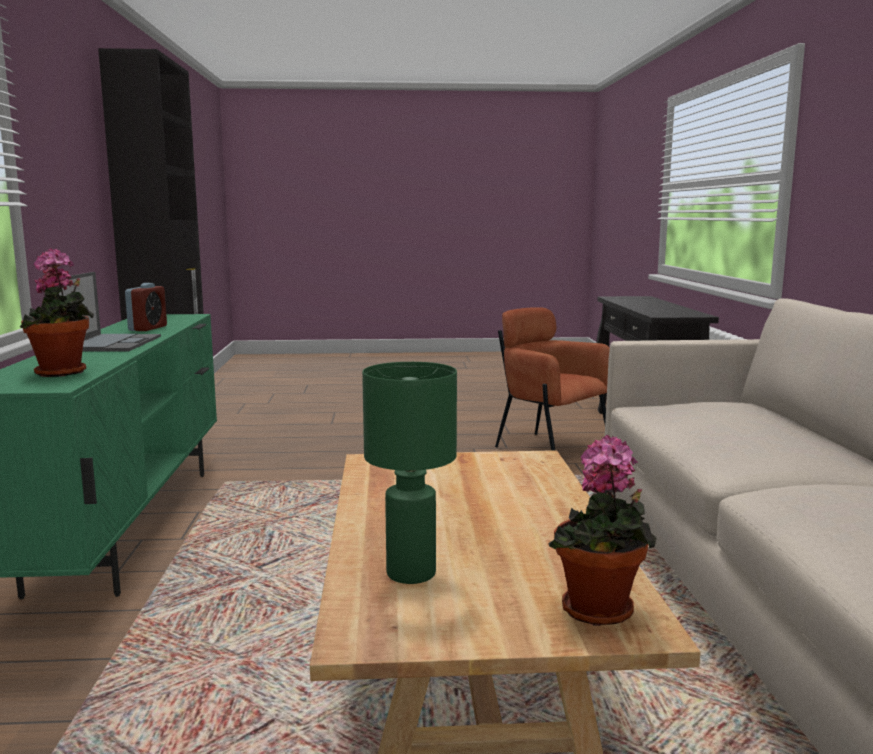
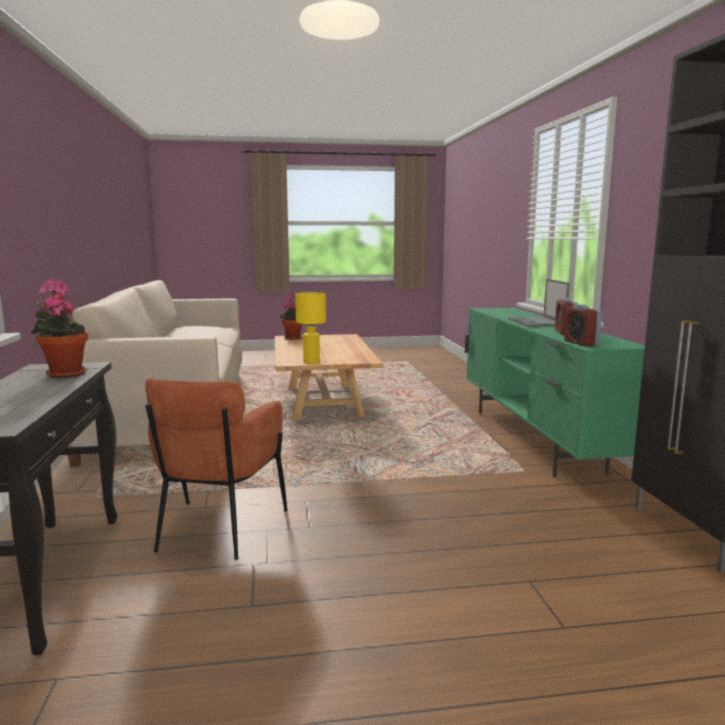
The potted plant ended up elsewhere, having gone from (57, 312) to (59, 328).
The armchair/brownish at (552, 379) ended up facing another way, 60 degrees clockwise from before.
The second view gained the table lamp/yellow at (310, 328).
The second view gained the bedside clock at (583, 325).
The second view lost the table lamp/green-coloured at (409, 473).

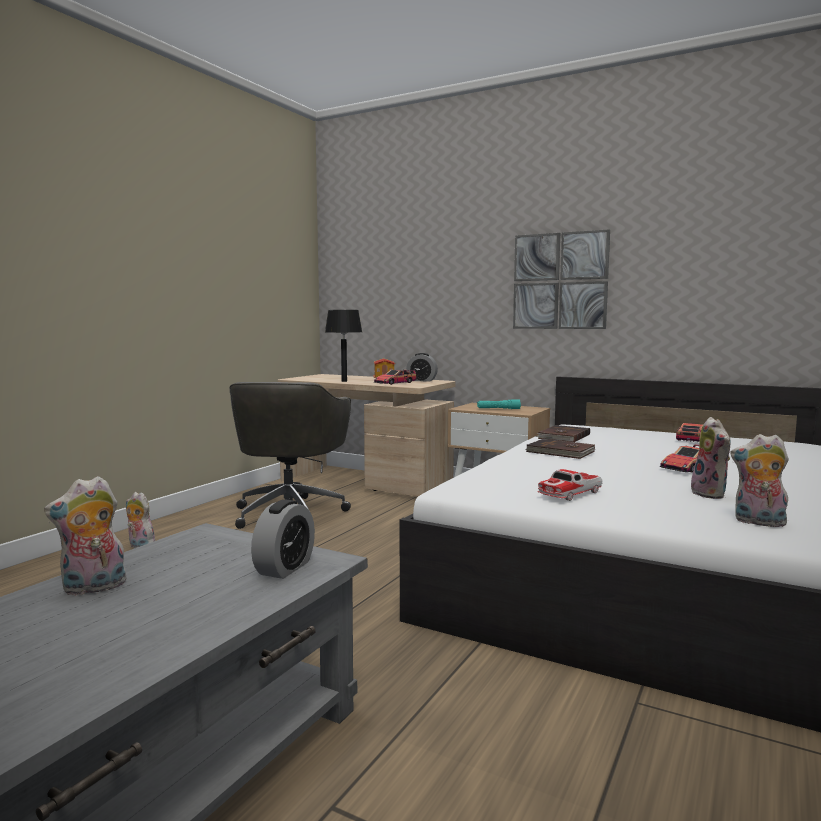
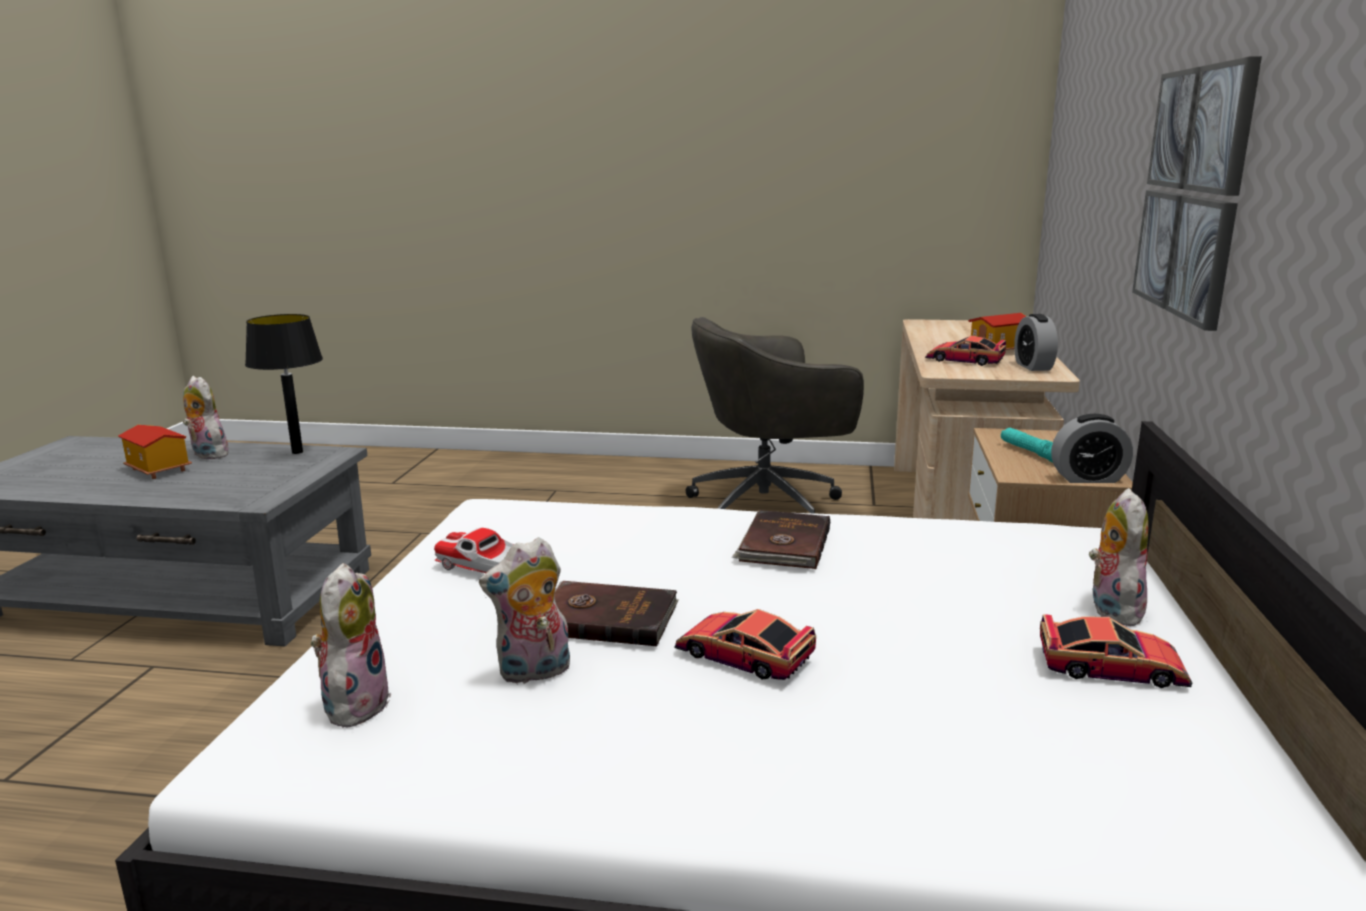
The second view gained the miniature house at (155, 452).
The table lamp/blackish ended up elsewhere, having gone from (343, 346) to (284, 384).
The volume/brownish ended up elsewhere, having gone from (562, 433) to (616, 613).
The bedside clock ended up elsewhere, having gone from (283, 539) to (1092, 448).
The soft toy ended up elsewhere, having gone from (140, 520) to (1119, 557).

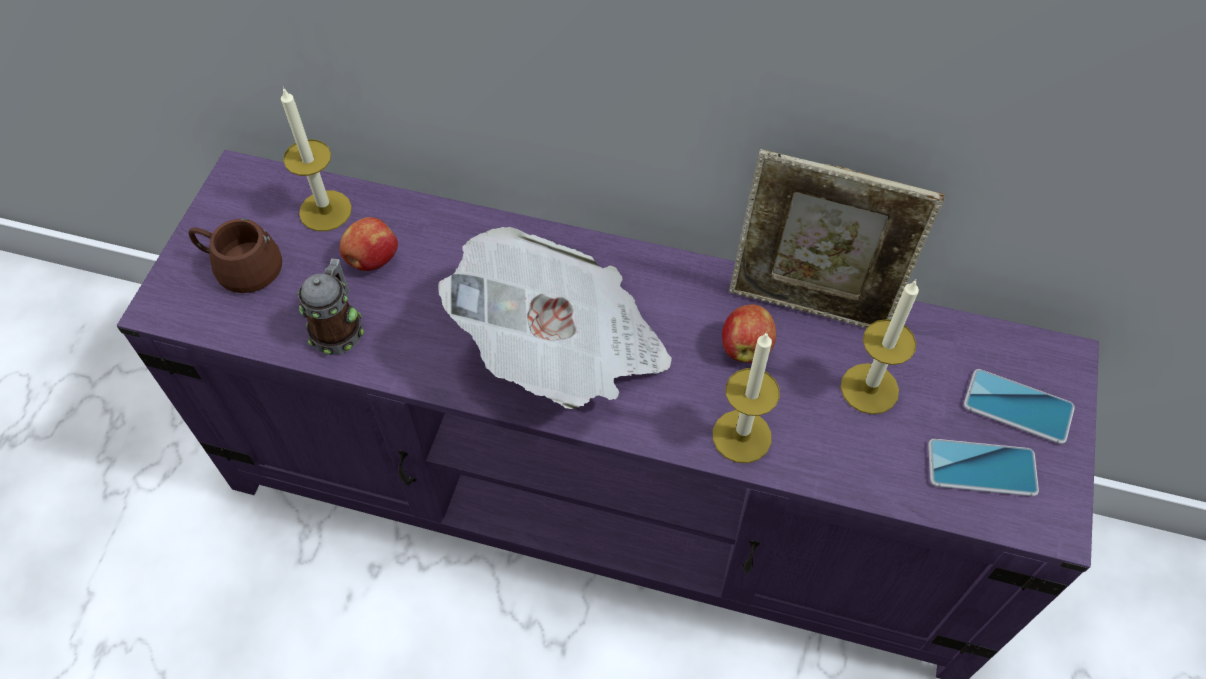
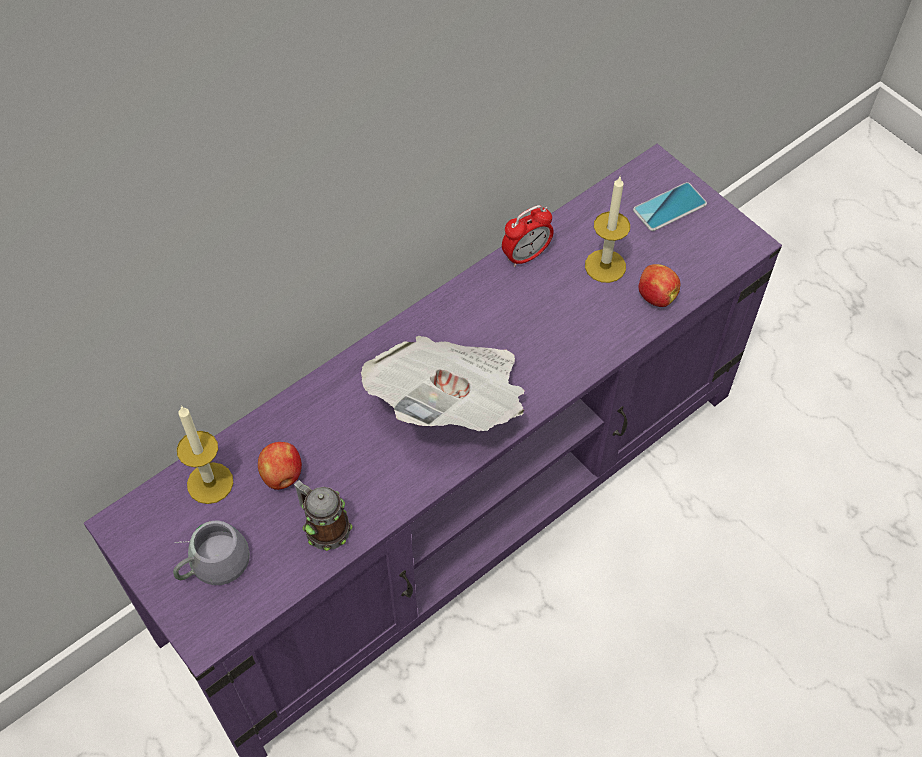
What was the coffee mug/brownish at (235, 256) turned into the coffee mug/gray at (211, 553).
Where the standing frame stood at (837, 238), the bedside clock came to stand at (528, 236).
The apple ended up elsewhere, having gone from (749, 333) to (659, 285).
The second view lost the candle at (746, 397).
The second view lost the handset at (983, 467).

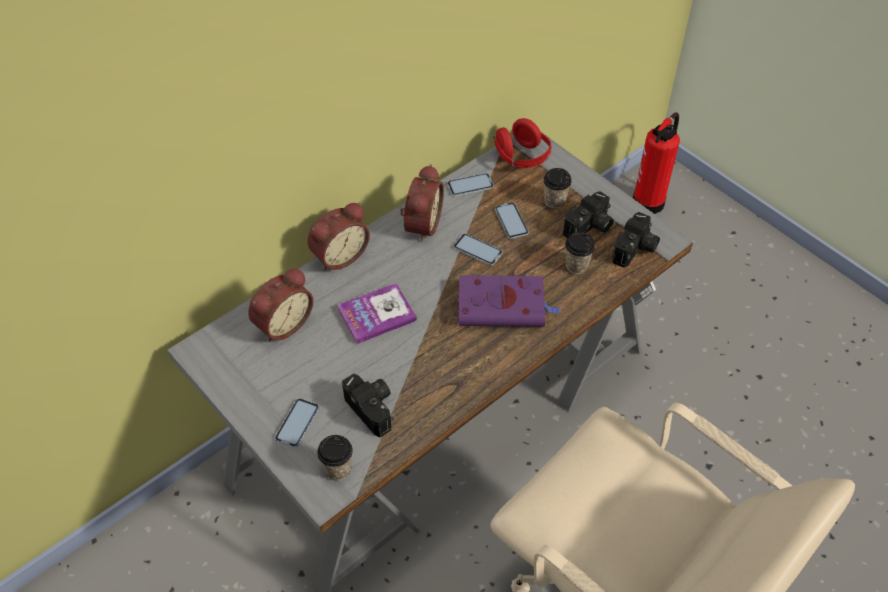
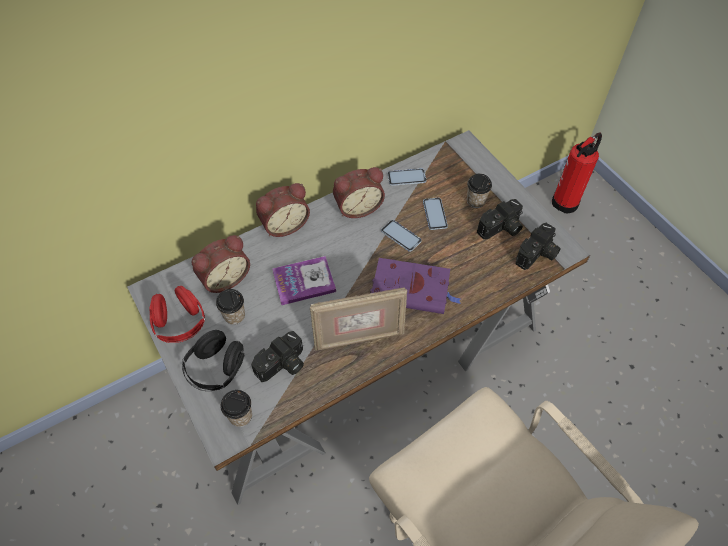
The headphones/red-coloured ended up elsewhere, having gone from (522, 143) to (177, 314).
Where the handset stood at (297, 423), the headphones/blackish came to stand at (213, 360).
The small cup ended up elsewhere, having gone from (580, 253) to (230, 307).
The still camera at (367, 405) ended up facing another way, 75 degrees clockwise from before.
The second view gained the standing frame at (358, 319).
The bedside clock at (422, 203) ended up facing another way, 45 degrees clockwise from before.

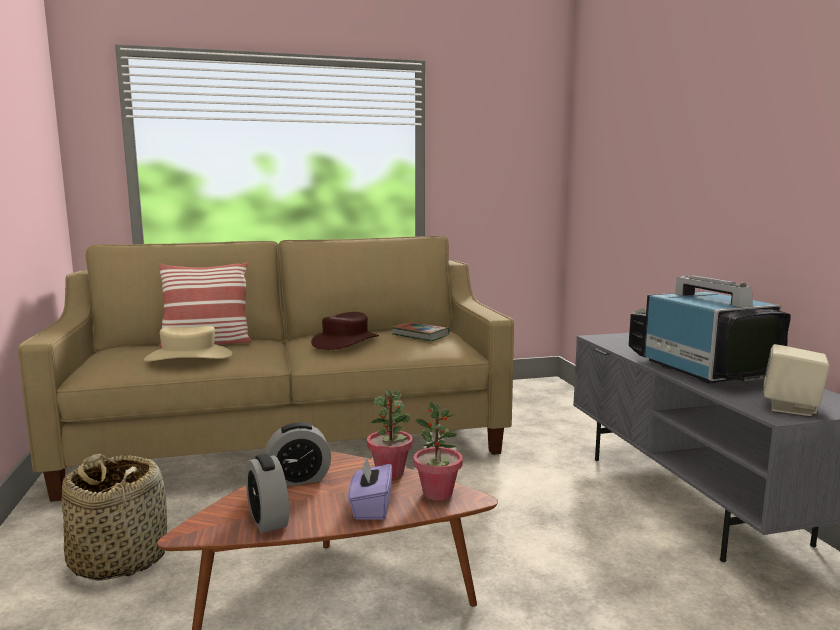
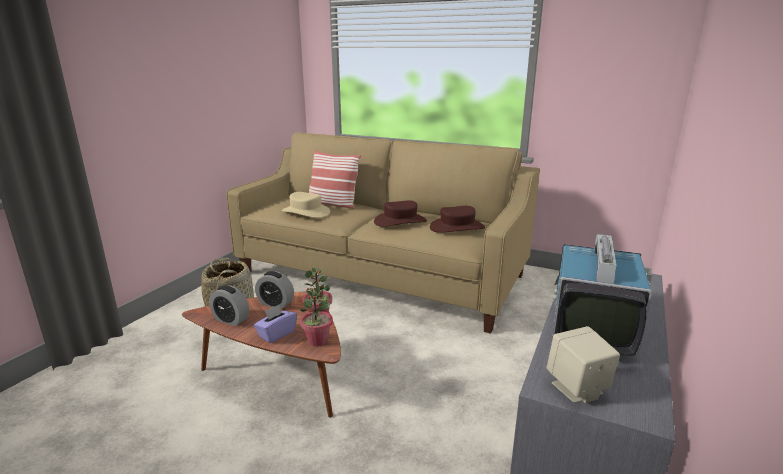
The bedside clock at (267, 493) ended up facing another way, 75 degrees counterclockwise from before.
Where the volume stood at (420, 331), the wearable hat/brownish came to stand at (457, 219).

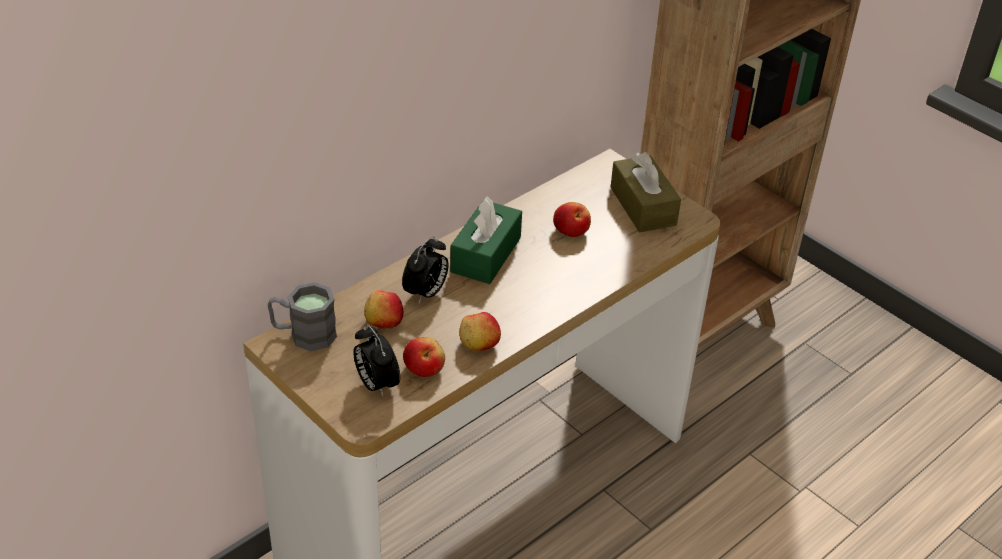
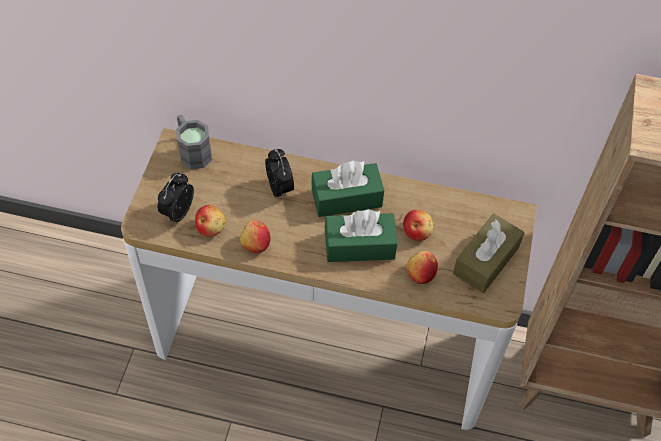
The bedside clock at (425, 269) ended up facing another way, 105 degrees counterclockwise from before.
The second view gained the box of tissues/green-coloured at (361, 235).
The apple ended up elsewhere, having gone from (383, 309) to (422, 267).

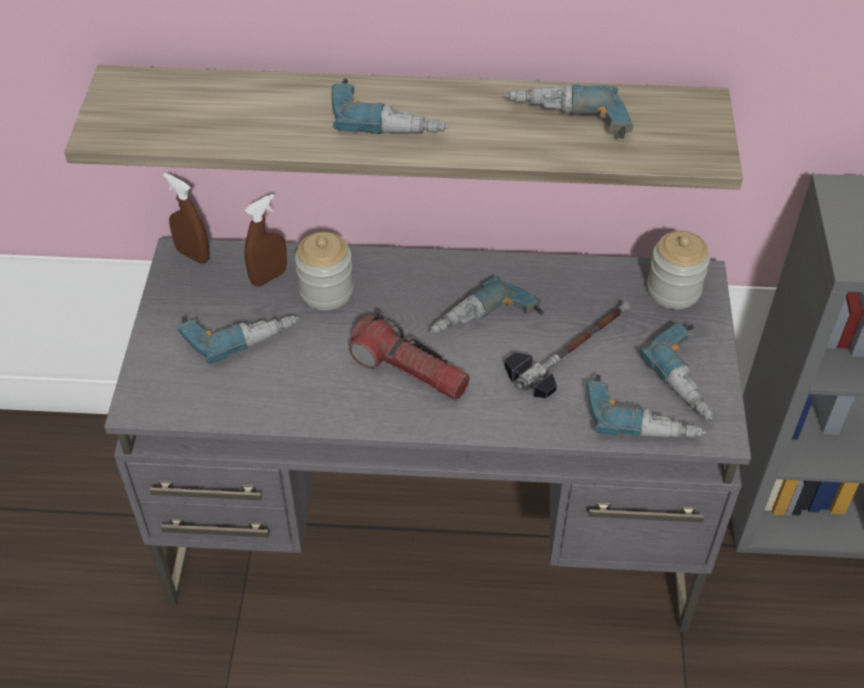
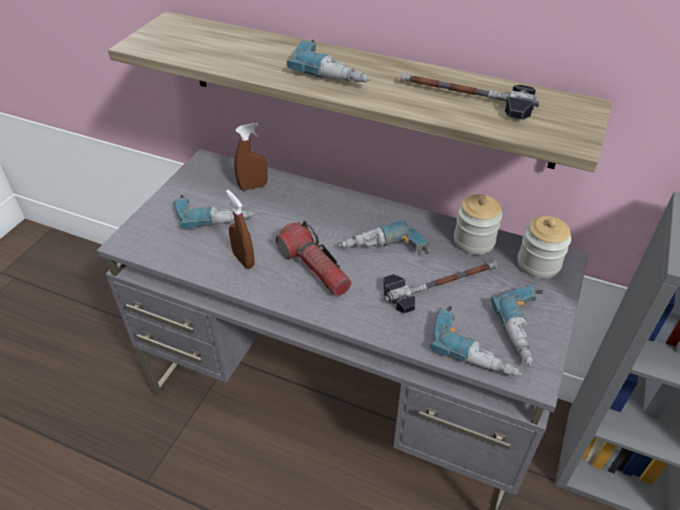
The sprayer/brownish ended up elsewhere, having gone from (186, 218) to (240, 229).
Where the electric drill stood at (569, 112), the hand hammer came to stand at (470, 96).
The preserve jar ended up elsewhere, having gone from (324, 271) to (478, 224).

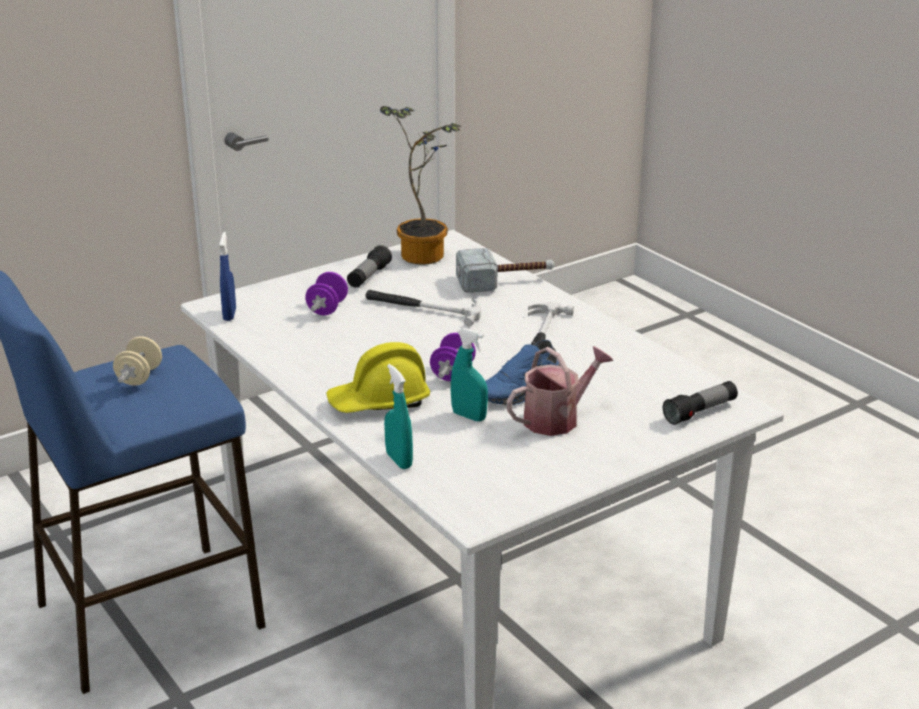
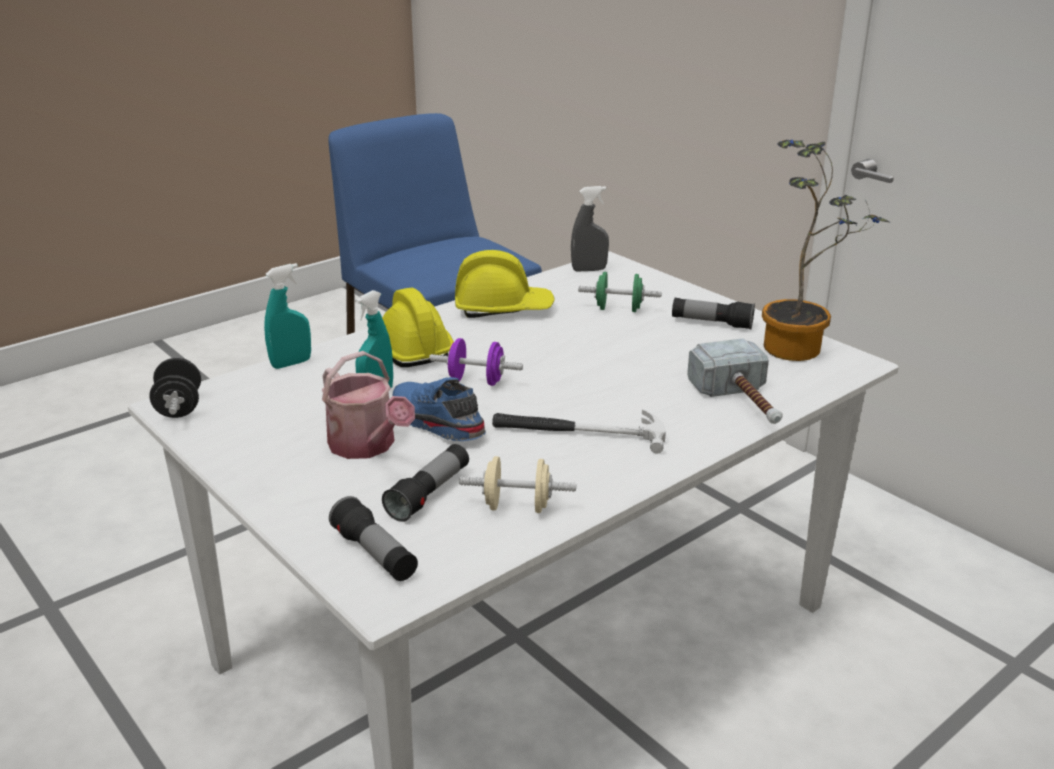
The second view gained the free weight/blackish at (175, 388).
The second view gained the torch at (425, 483).
The second view gained the safety helmet/yellow at (505, 284).
The free weight/beige ended up elsewhere, having gone from (137, 361) to (517, 484).
What was the sprayer/blue-coloured at (227, 276) turned into the sprayer/gray at (590, 229).
What was the free weight/purplish at (326, 293) turned into the free weight/green-coloured at (620, 292).
The second view lost the hand hammer at (423, 308).

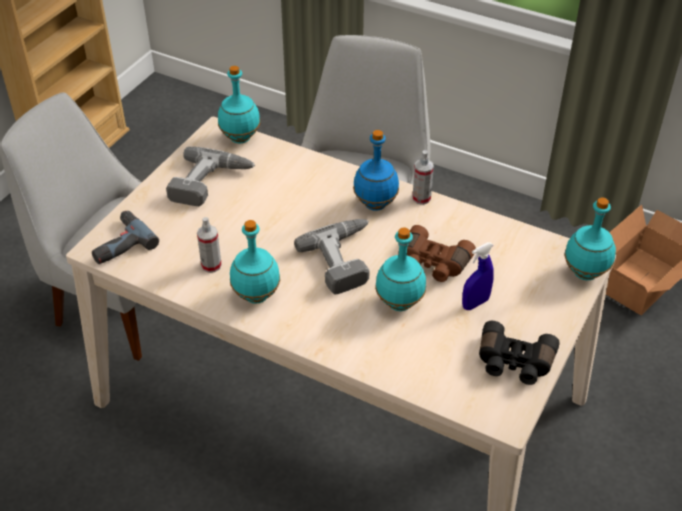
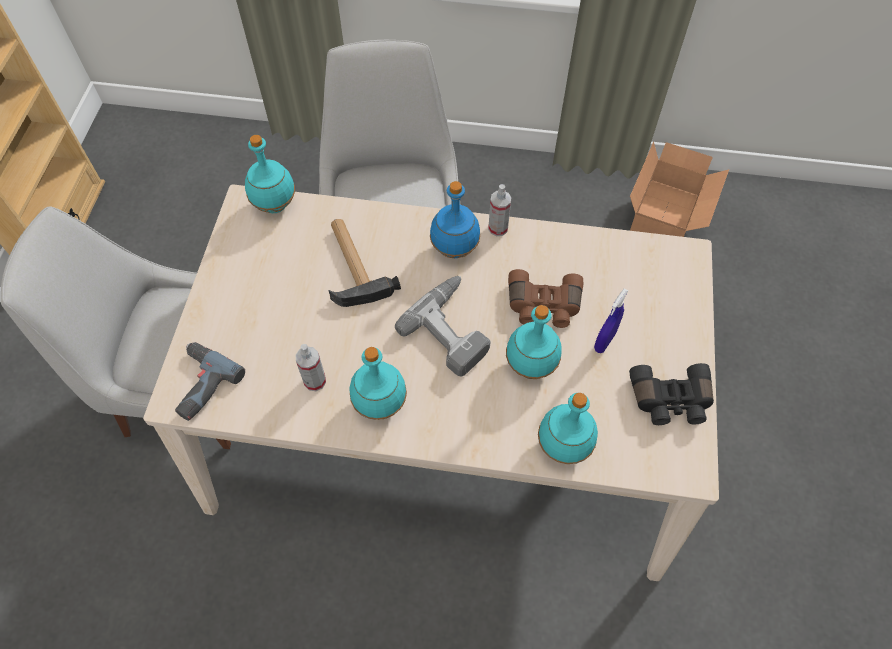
The second view gained the hand hammer at (365, 263).
The bottle/blue-green ended up elsewhere, having gone from (590, 238) to (568, 428).
The second view lost the electric drill at (210, 176).

